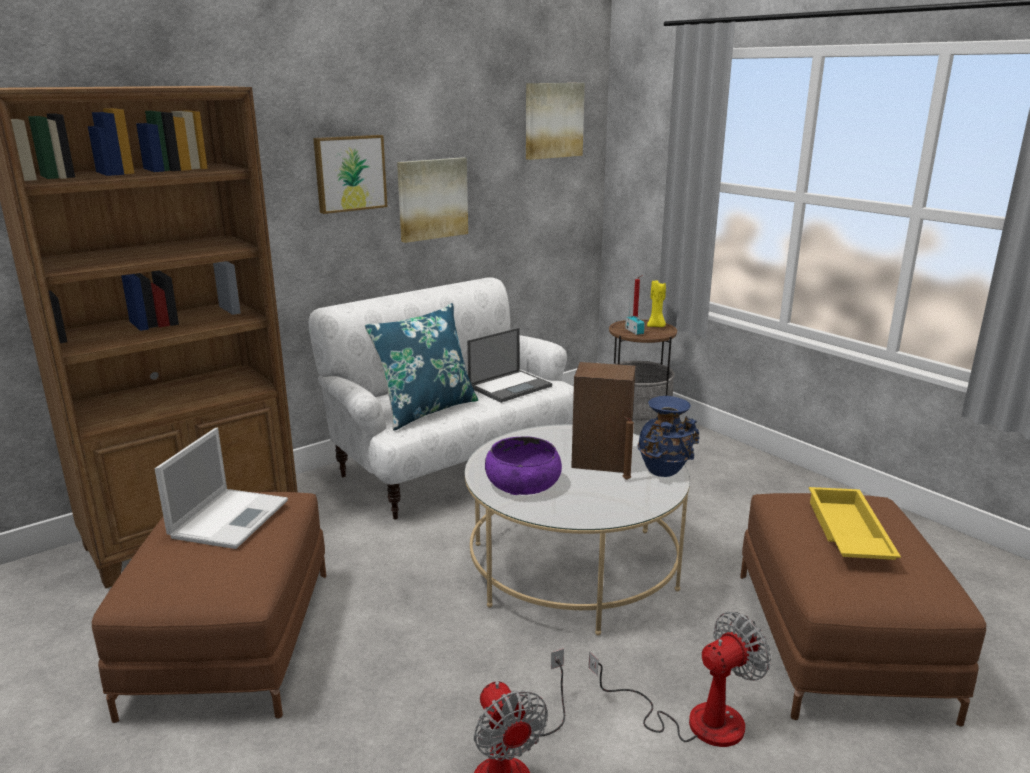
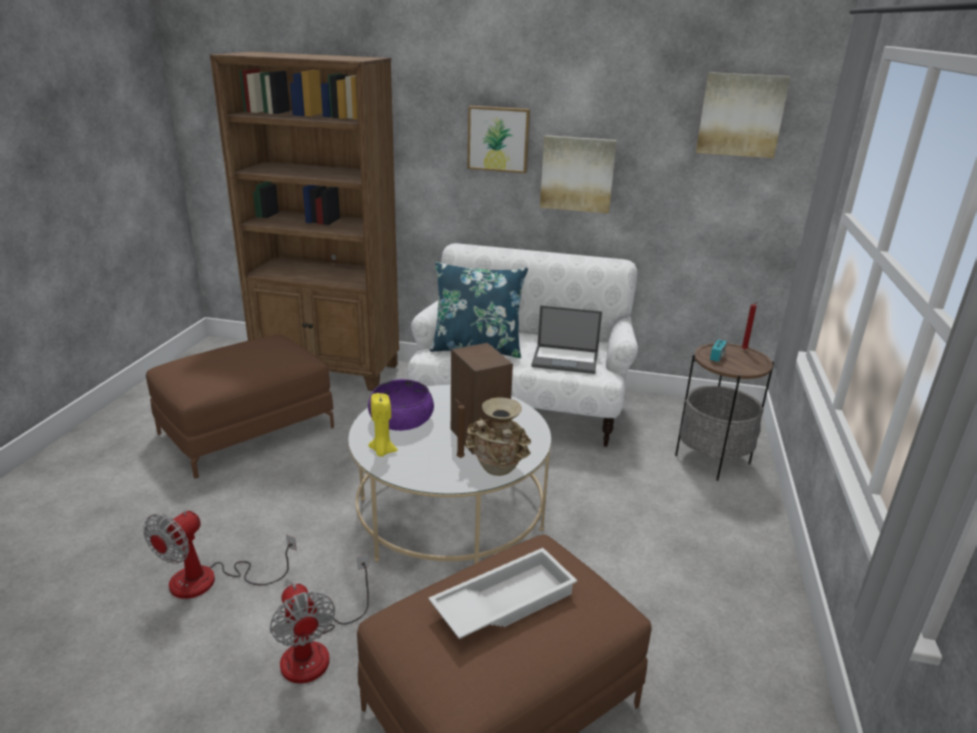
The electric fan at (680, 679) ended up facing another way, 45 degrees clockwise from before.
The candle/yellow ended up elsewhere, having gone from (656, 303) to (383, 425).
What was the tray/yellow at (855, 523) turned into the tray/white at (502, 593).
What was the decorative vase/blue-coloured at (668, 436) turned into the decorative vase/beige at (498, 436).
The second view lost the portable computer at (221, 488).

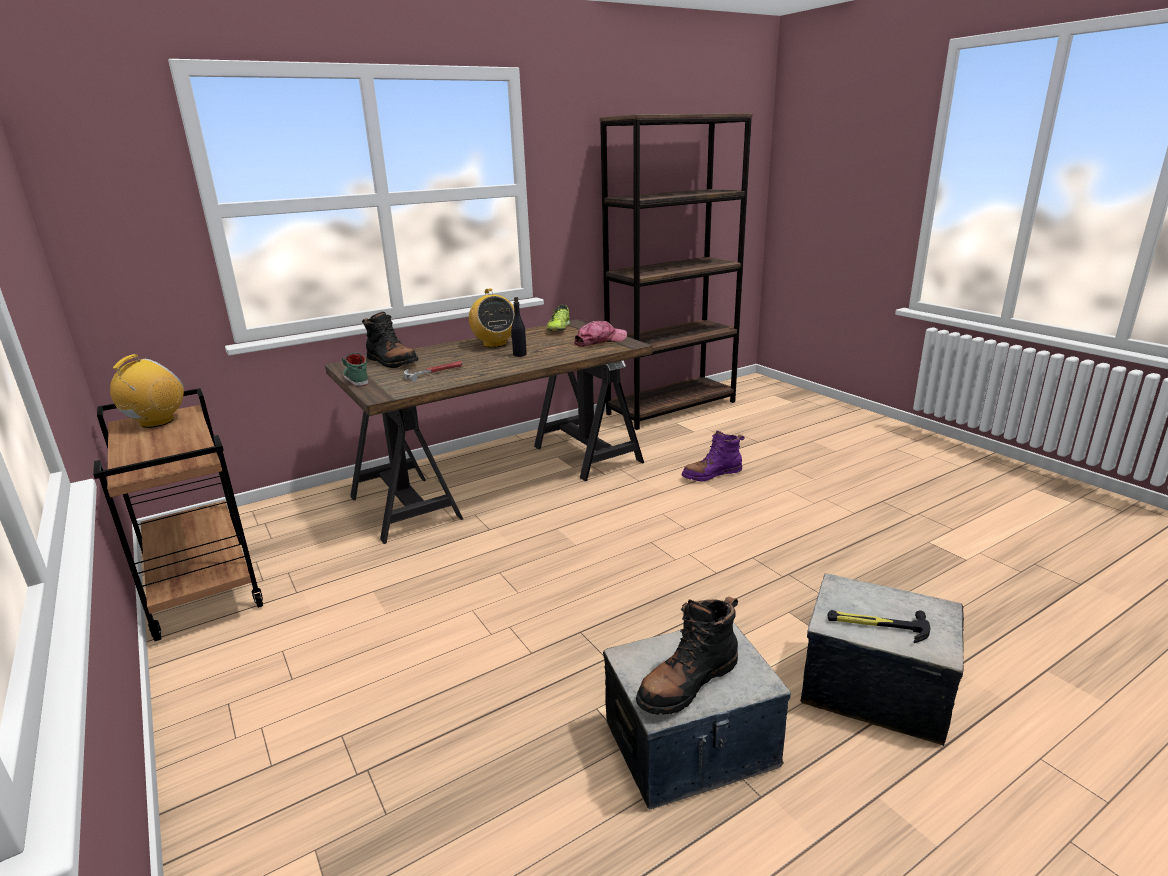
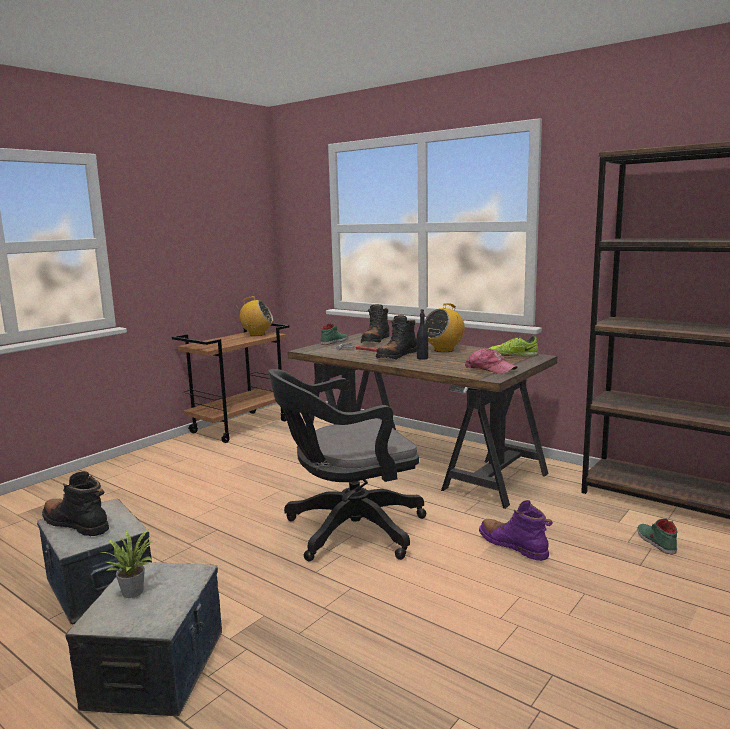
Where the hand hammer stood at (879, 626), the potted plant came to stand at (128, 563).
The second view gained the office chair/blackish at (347, 465).
The second view gained the boot/blackish at (396, 337).
The second view gained the low shoe/green-coloured at (657, 536).

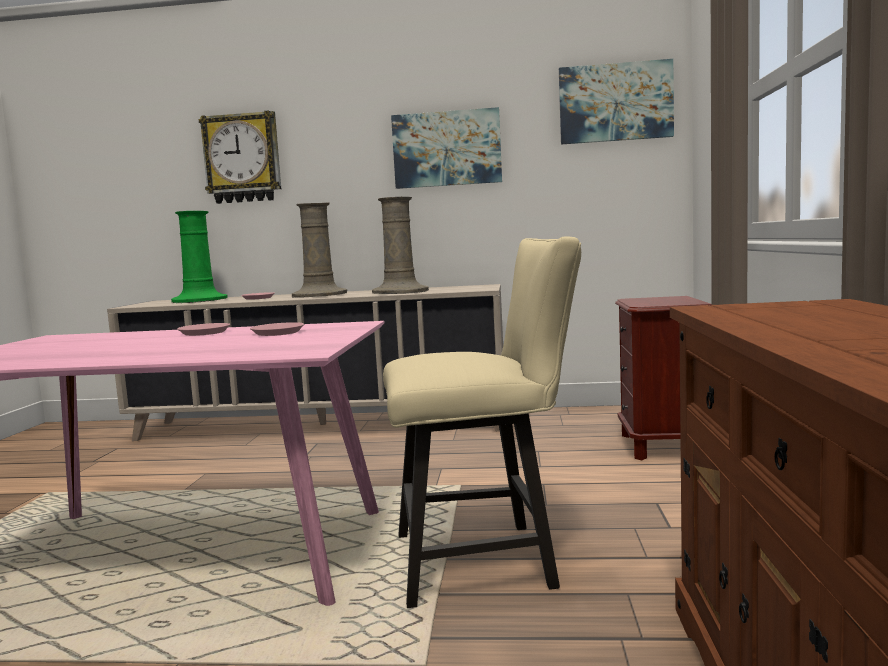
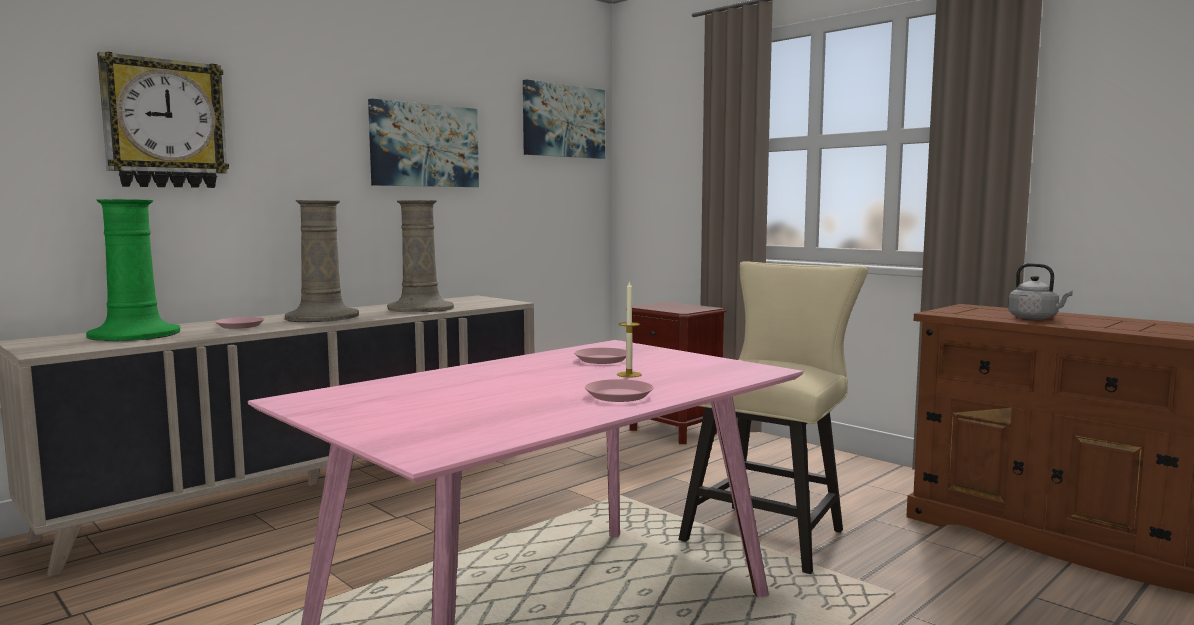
The flat dish/pinkish ended up elsewhere, having gone from (203, 329) to (619, 390).
The second view gained the candle at (629, 328).
The second view gained the kettle/gray at (1040, 291).

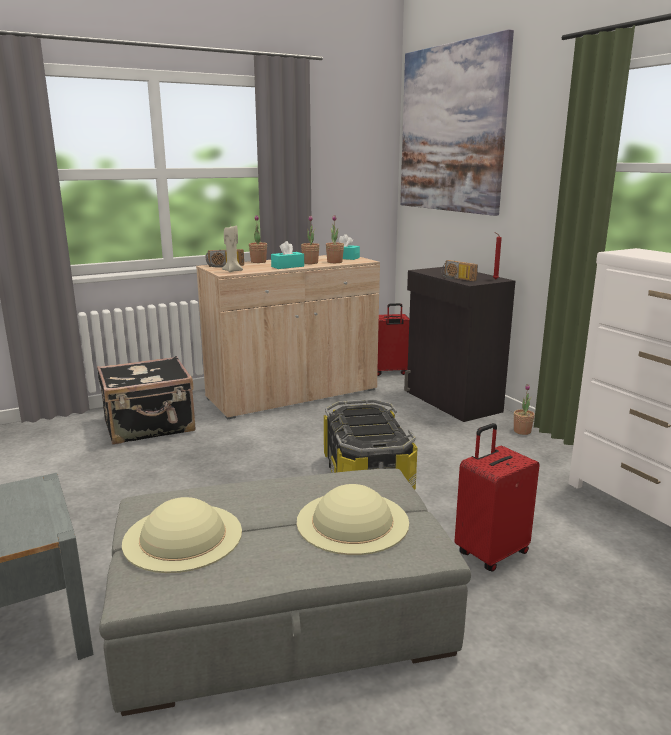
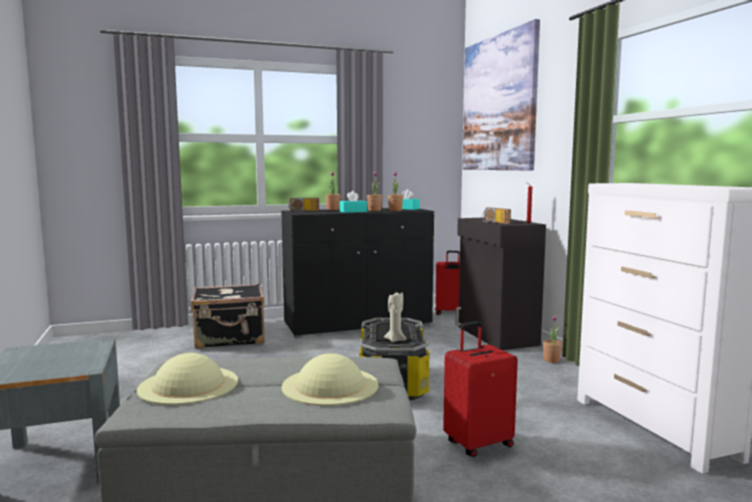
What was the cabinet/beige at (288, 337) turned into the cabinet/blackish at (357, 273).
The candle/beige ended up elsewhere, having gone from (232, 248) to (395, 316).

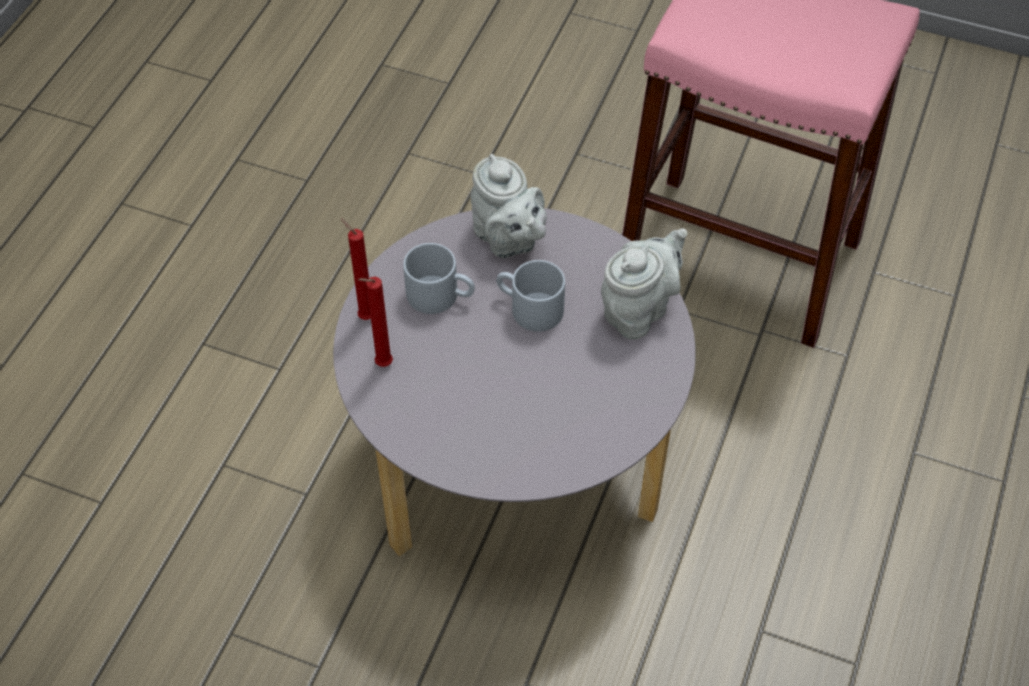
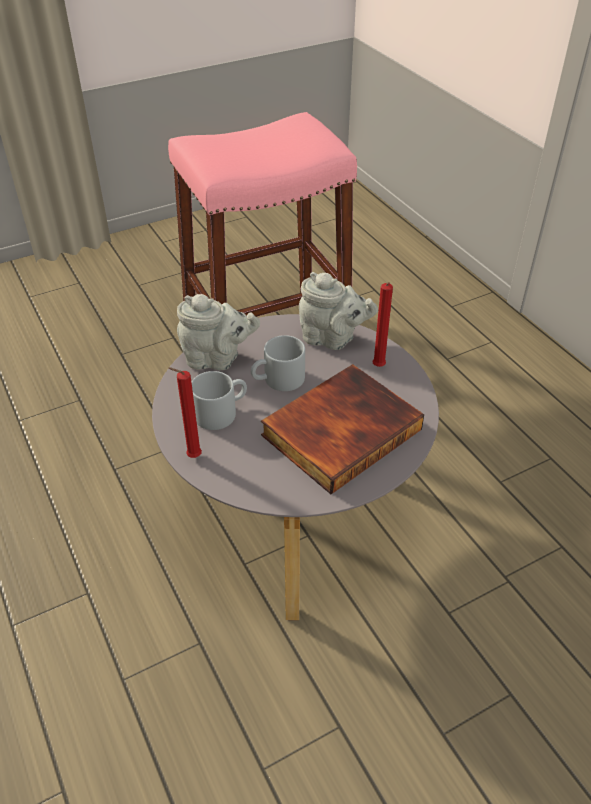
The second view gained the volume at (342, 429).
The pot for tea/gray at (644, 284) ended up facing another way, 120 degrees clockwise from before.
The candle/red-coloured ended up elsewhere, having gone from (375, 322) to (382, 324).

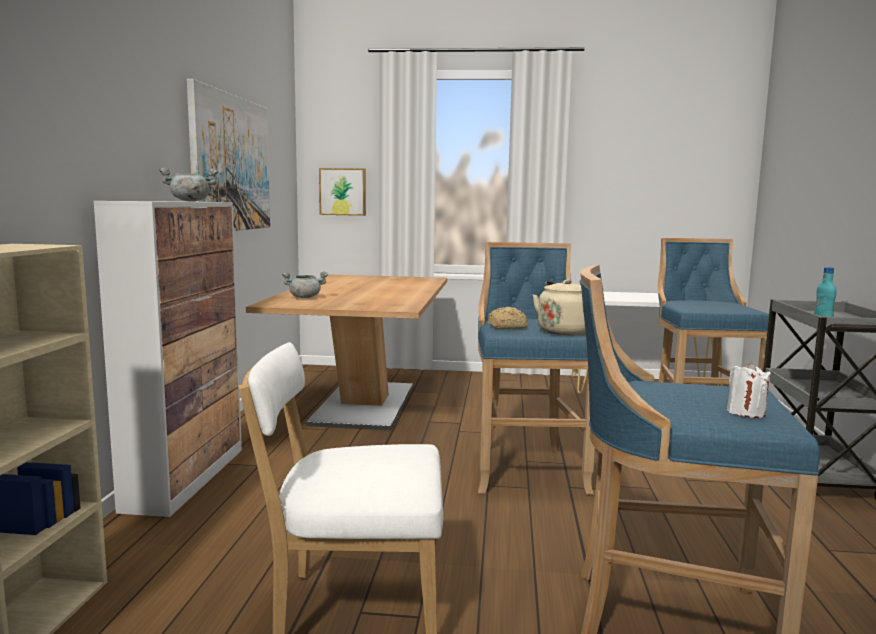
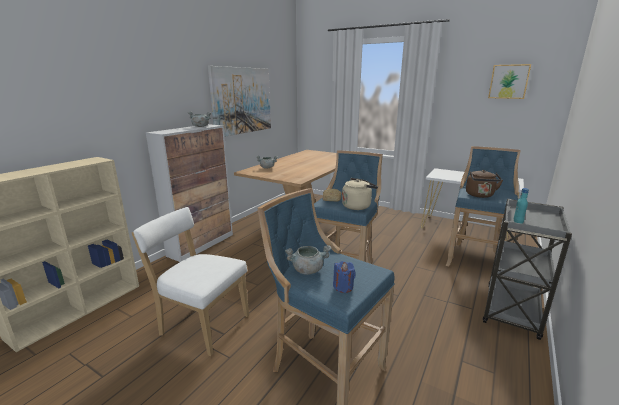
The second view gained the saucepot/gray at (308, 260).
What was the candle/white at (749, 390) turned into the candle/blue-coloured at (344, 277).
The second view gained the kettle/brownish at (484, 184).
The wall art ended up elsewhere, having gone from (342, 192) to (509, 81).

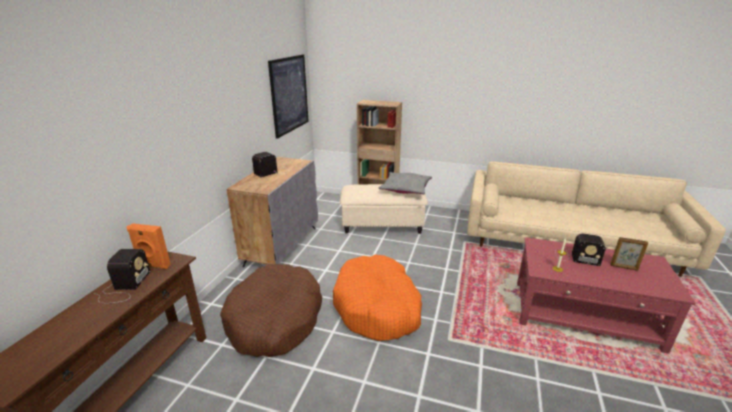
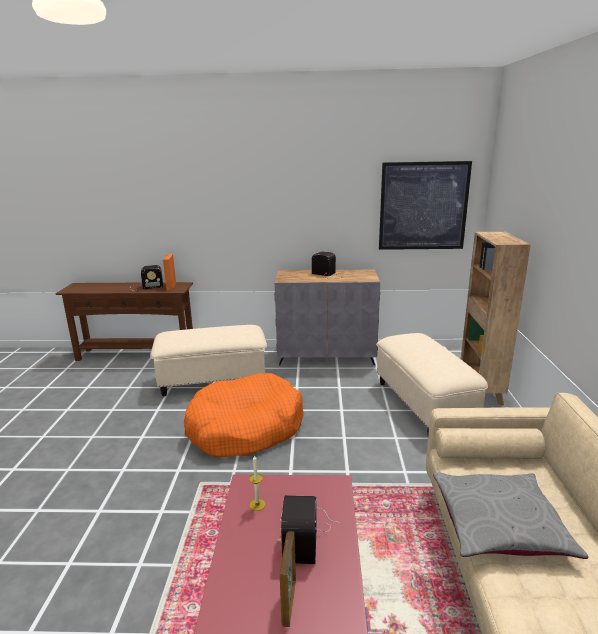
Where the dog bed/brownish stood at (271, 310), the pouffe/beige came to stand at (208, 360).
The throw pillow/gray ended up elsewhere, having gone from (405, 183) to (510, 515).

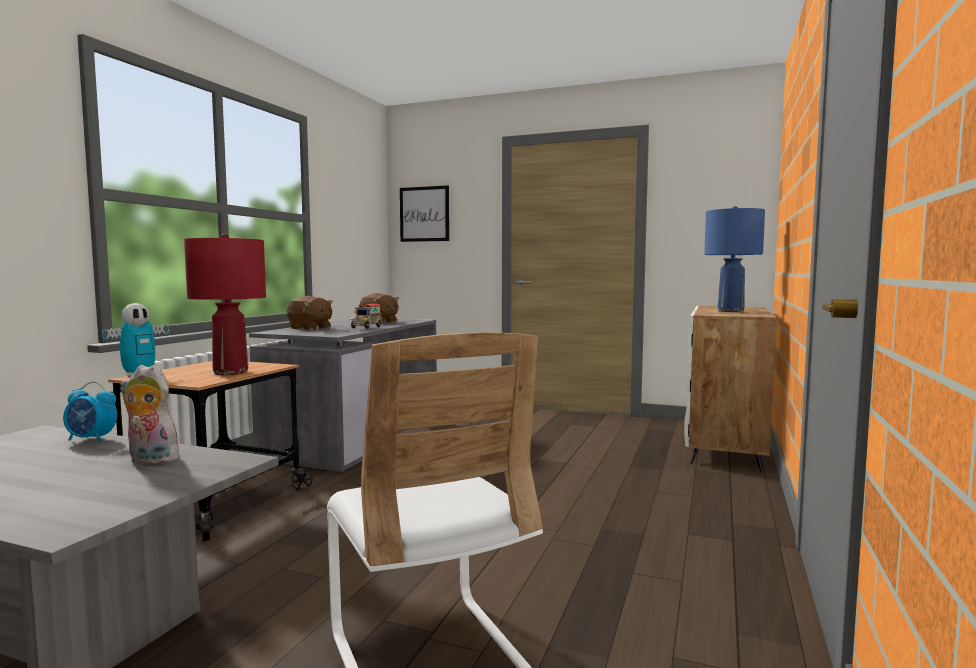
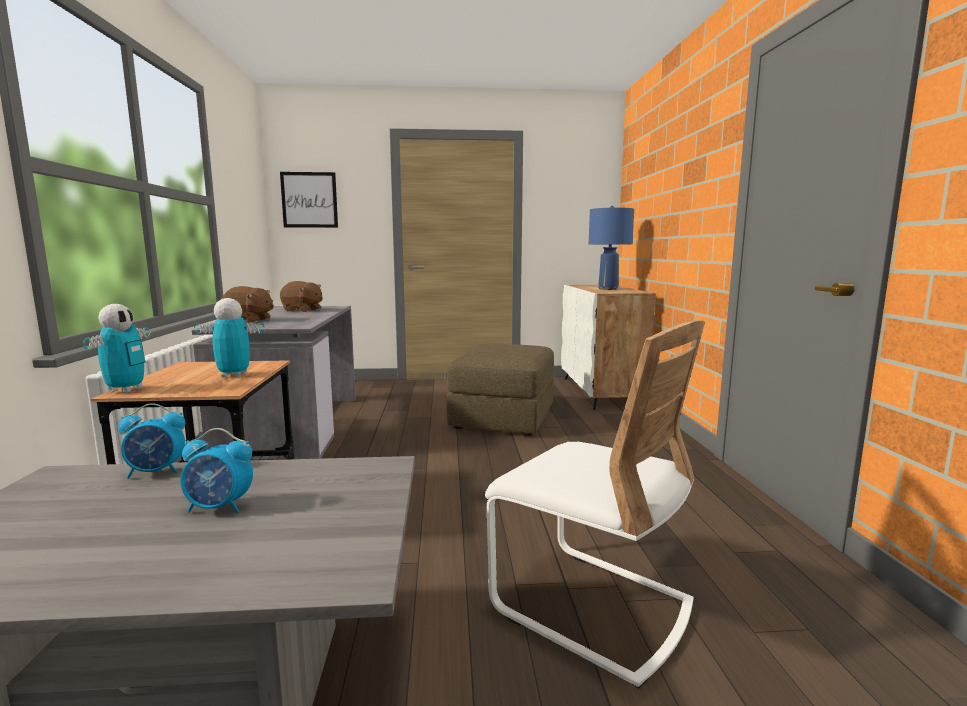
The second view gained the bedside clock at (216, 470).
Where the table lamp/red-coloured stood at (225, 304), the robot figure came to stand at (229, 338).
The second view gained the pouffe/brownish at (500, 389).
The second view lost the soft toy at (152, 414).
The second view lost the model truck at (366, 316).

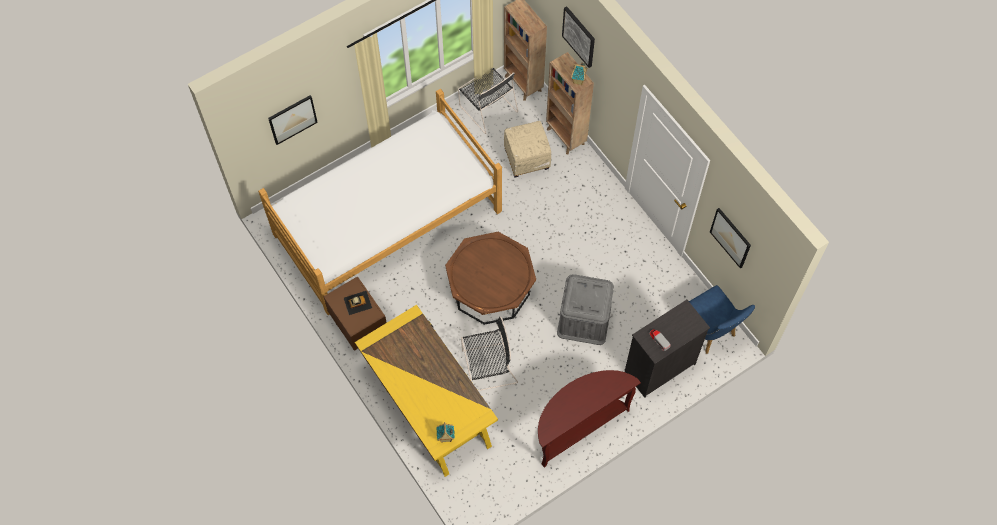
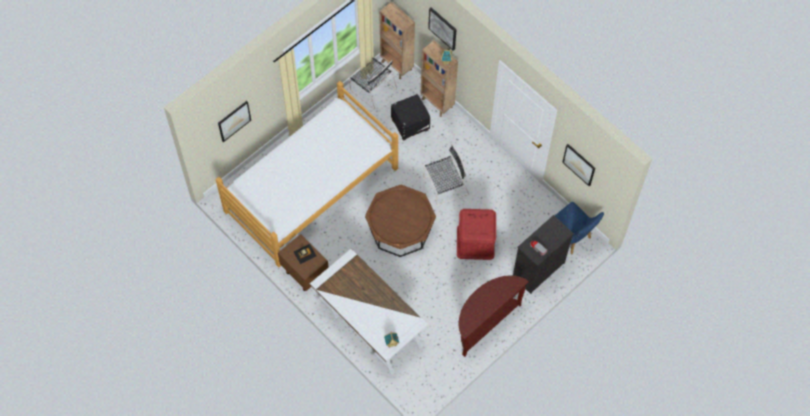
What was the desk table/yellow at (426, 391) turned into the desk table/white at (369, 312).
What was the pouffe/beige at (527, 149) turned into the pouffe/blackish at (410, 117).
The upright chair/blackish ended up elsewhere, having gone from (489, 353) to (446, 175).
What was the storage container/gray at (585, 309) turned into the storage container/red-coloured at (476, 234).

